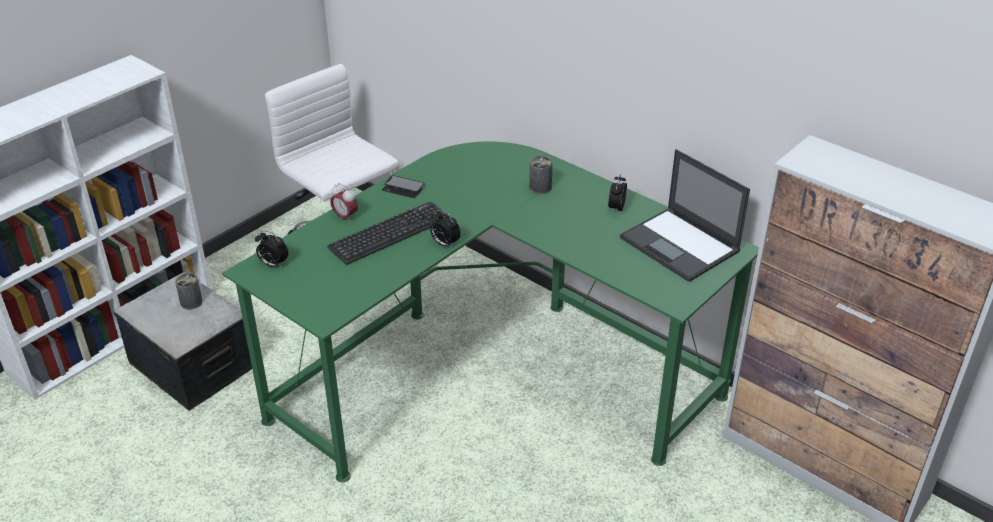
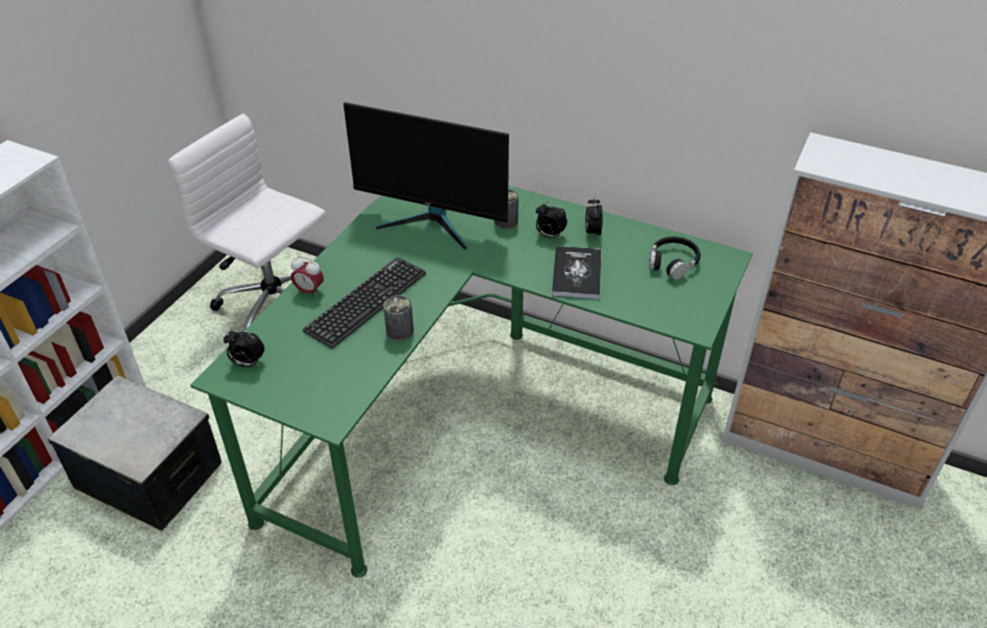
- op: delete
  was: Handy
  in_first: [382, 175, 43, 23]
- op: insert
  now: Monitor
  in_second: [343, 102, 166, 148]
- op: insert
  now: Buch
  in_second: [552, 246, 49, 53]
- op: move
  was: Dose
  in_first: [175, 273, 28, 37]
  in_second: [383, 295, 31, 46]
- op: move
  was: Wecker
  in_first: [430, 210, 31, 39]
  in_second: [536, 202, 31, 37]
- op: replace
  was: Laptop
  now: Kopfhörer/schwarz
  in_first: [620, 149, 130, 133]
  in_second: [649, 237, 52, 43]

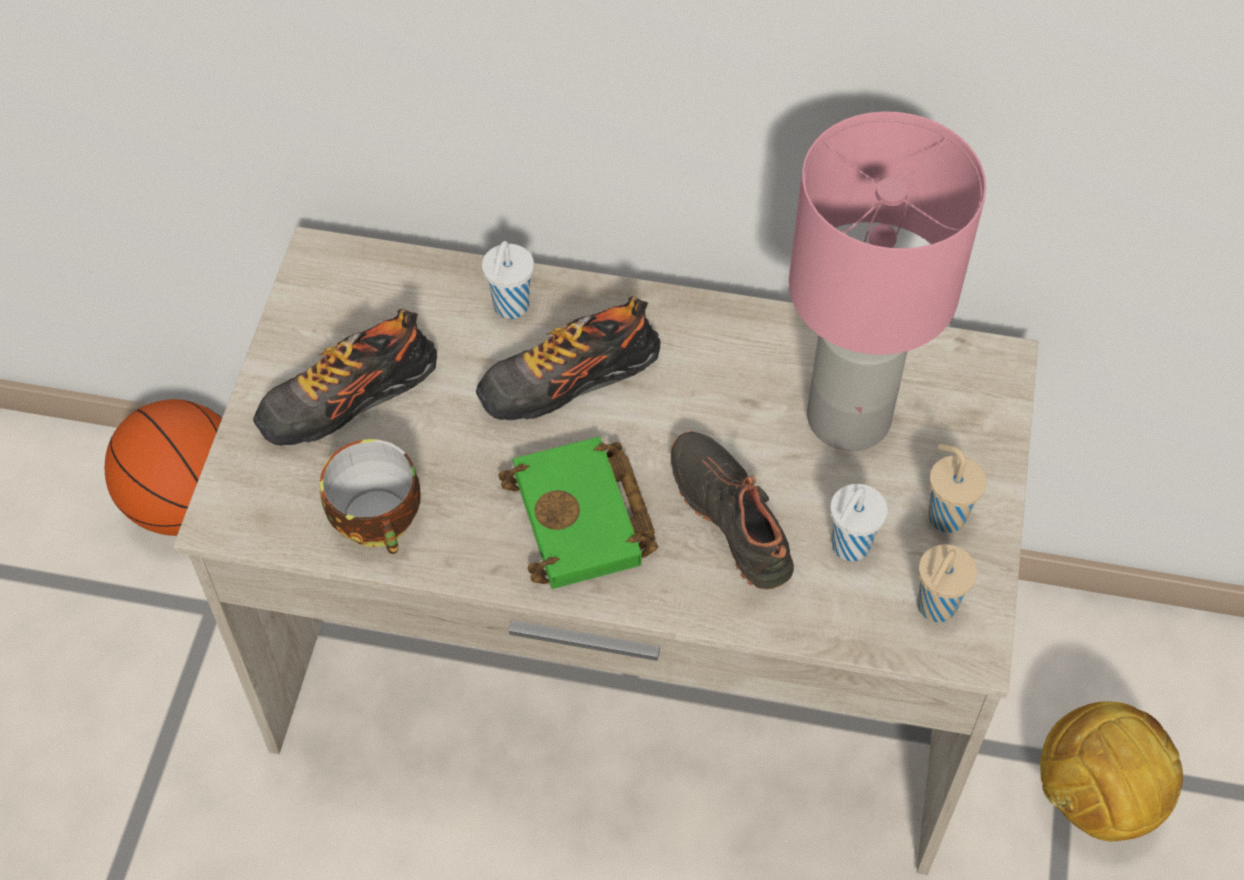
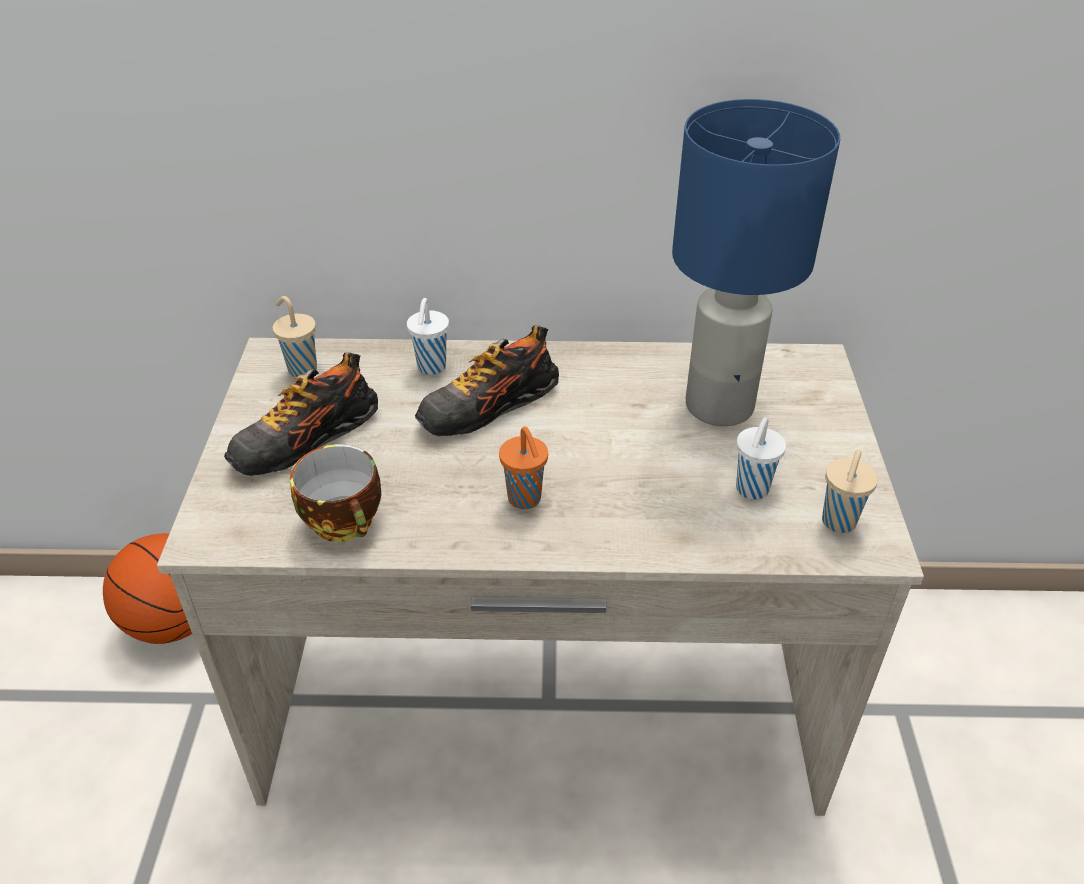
- op: delete
  was: Schuh/schwarz
  in_first: [671, 431, 123, 158]
- op: delete
  was: Fußball
  in_first: [1040, 701, 143, 140]
- op: move
  was: Tasse/beige
  in_first: [928, 444, 58, 89]
  in_second: [273, 296, 44, 82]
- op: replace
  was: Buch/grün
  now: Tasse/orange
  in_first: [498, 437, 160, 152]
  in_second: [499, 427, 49, 82]
- op: recolor
  was: Tischlampe/rosa
  now: Tischlampe/blau
  in_first: [789, 111, 197, 340]
  in_second: [672, 99, 168, 327]

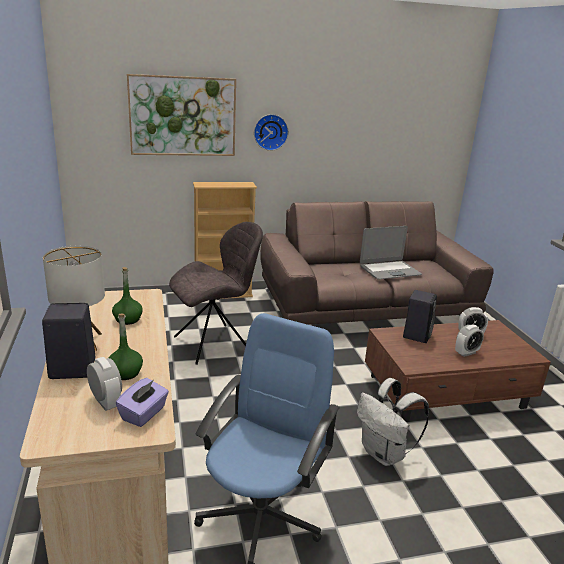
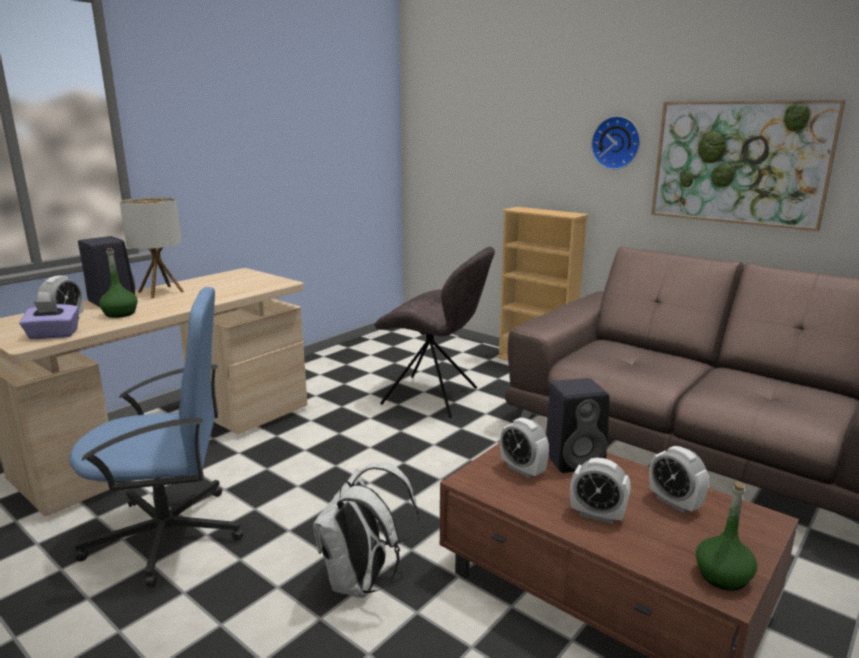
- op: delete
  was: Laptop
  in_first: [360, 226, 62, 54]
- op: insert
  now: Wecker
  in_second: [500, 418, 49, 61]
- op: move
  was: Flasche/grün
  in_first: [112, 267, 31, 58]
  in_second: [696, 482, 61, 109]
- op: move
  was: Bild
  in_first: [127, 74, 109, 82]
  in_second: [651, 100, 195, 131]

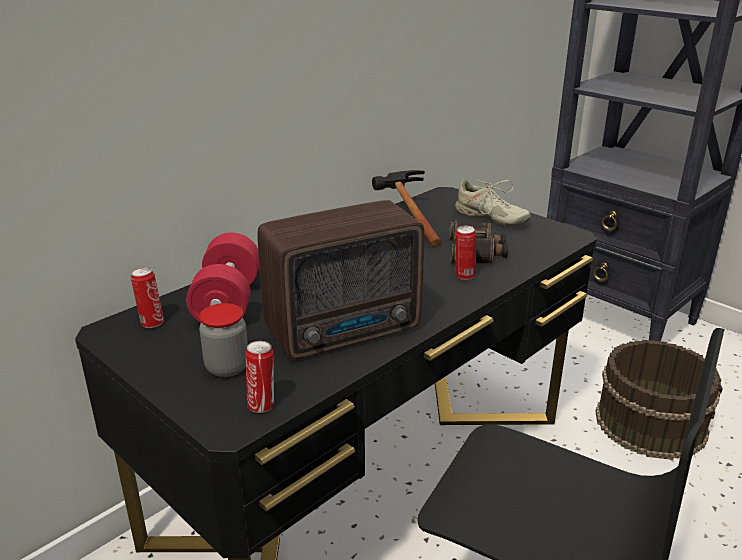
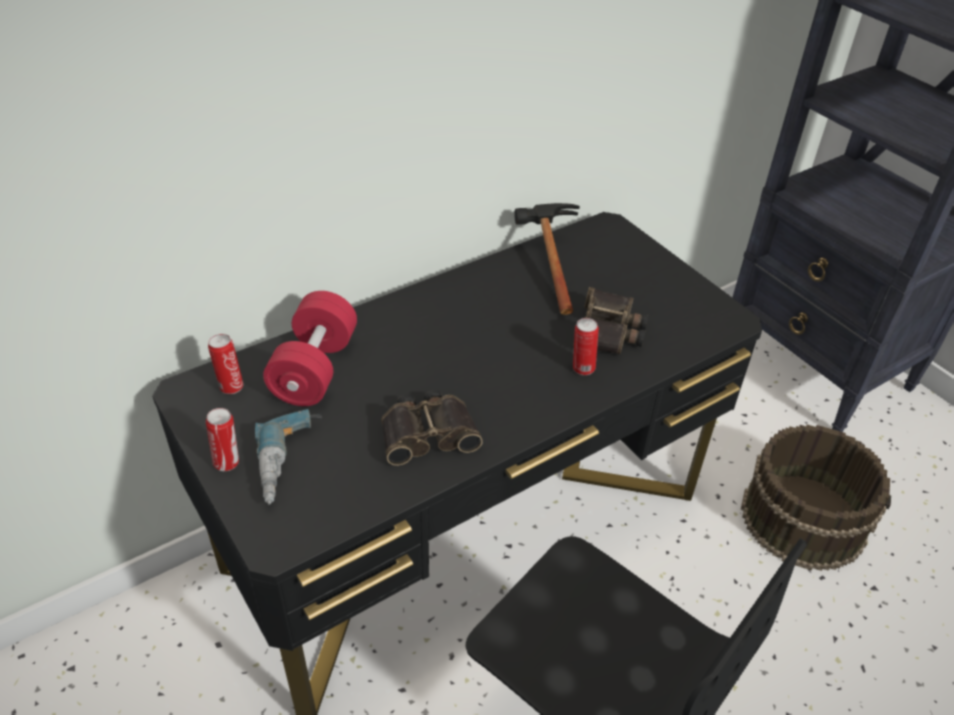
- op: delete
  was: Schuh/beige
  in_first: [455, 179, 76, 47]
- op: move
  was: Dose
  in_first: [245, 341, 29, 72]
  in_second: [206, 408, 33, 63]
- op: replace
  was: Vorratsglas
  now: Bohrmaschine
  in_first: [199, 303, 49, 74]
  in_second: [255, 409, 67, 96]
- op: replace
  was: Radio
  now: Fernglas
  in_first: [257, 200, 167, 159]
  in_second: [381, 390, 102, 76]

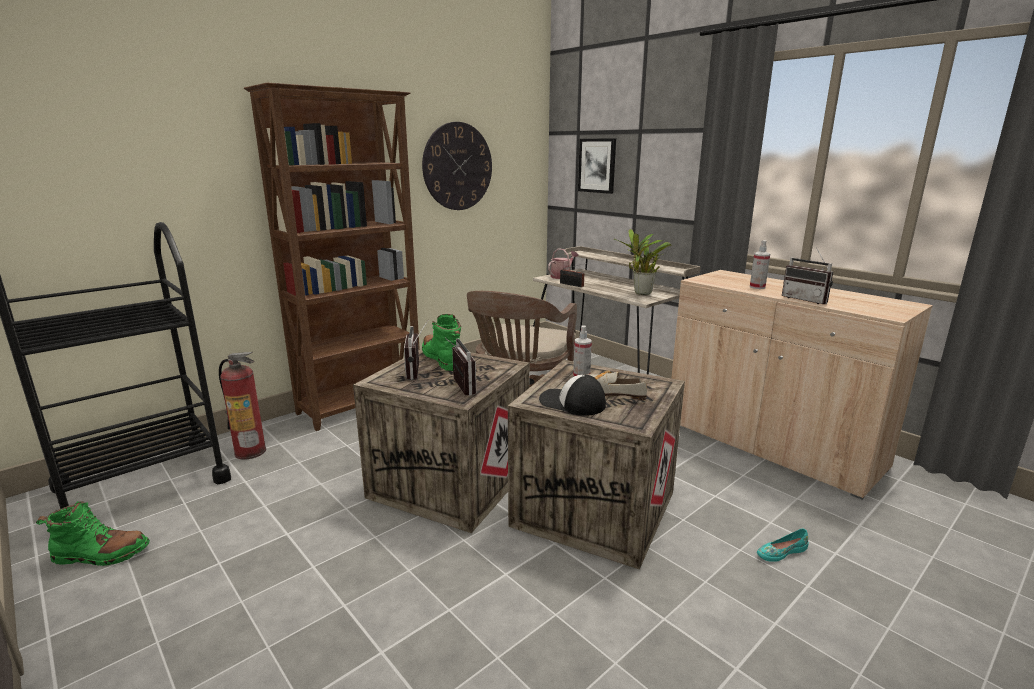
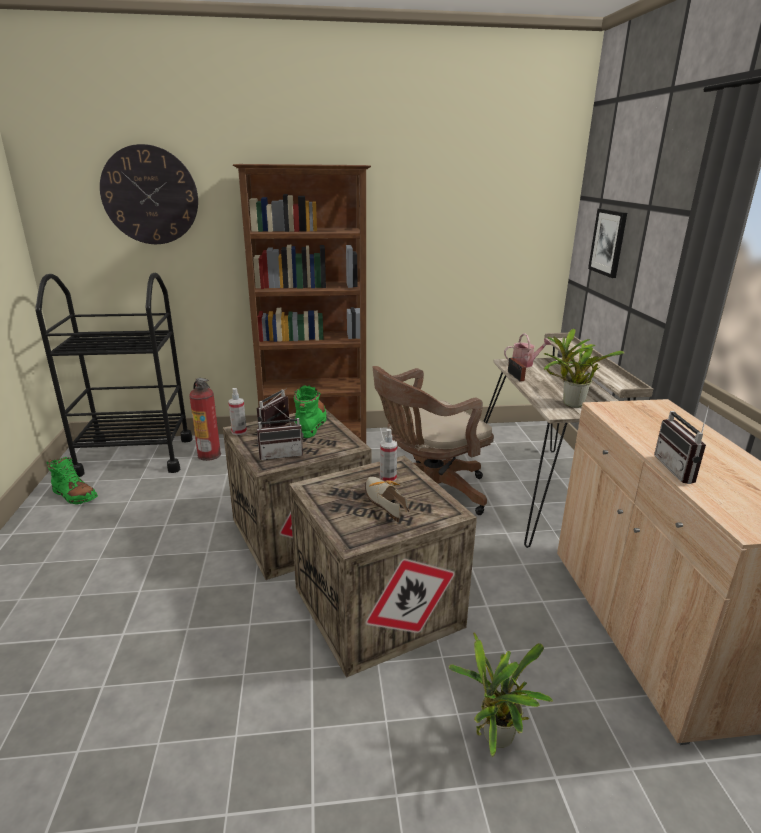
- op: delete
  was: Kappe
  in_first: [539, 375, 67, 41]
- op: move
  was: Wanduhr
  in_first: [422, 122, 70, 88]
  in_second: [100, 144, 98, 100]
- op: move
  was: Sprühflasche
  in_first: [750, 240, 20, 49]
  in_second: [228, 388, 19, 47]
- op: replace
  was: Schuh/türkis
  now: Topfpflanze
  in_first: [757, 529, 52, 33]
  in_second: [449, 633, 104, 124]
- op: rotate
  was: Radio
  in_first: [446, 338, 30, 58]
  in_second: [257, 404, 47, 56]
  clockwise: 60

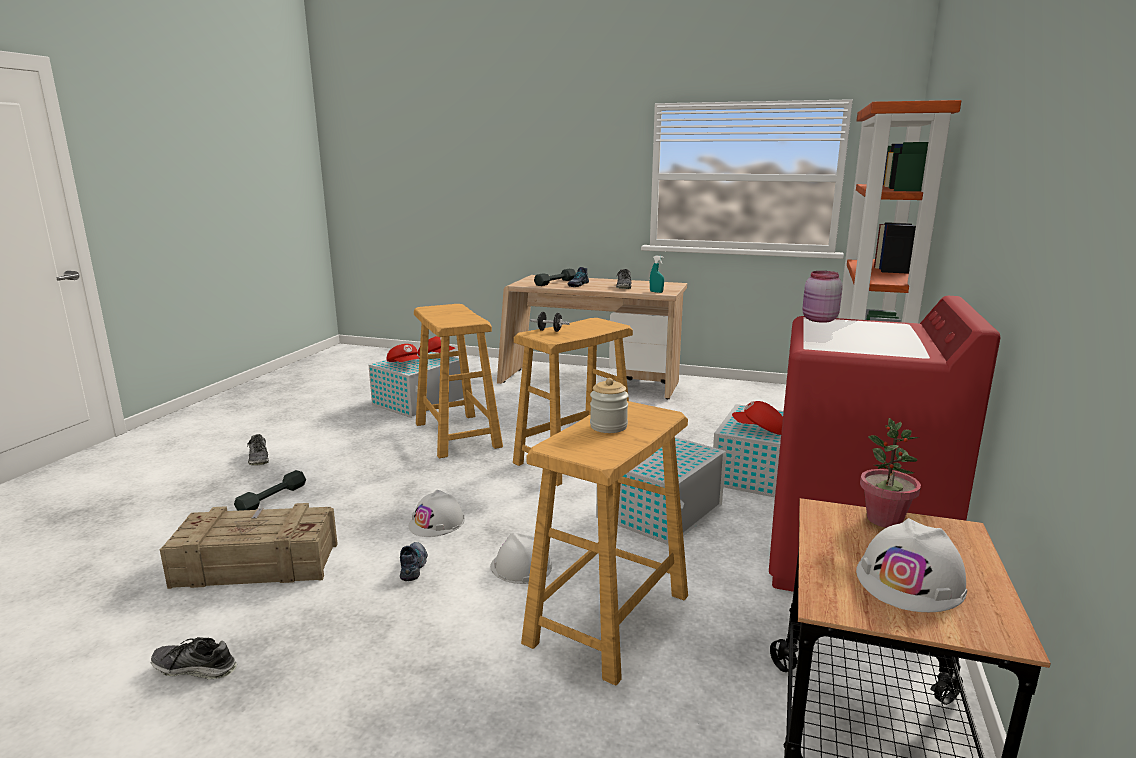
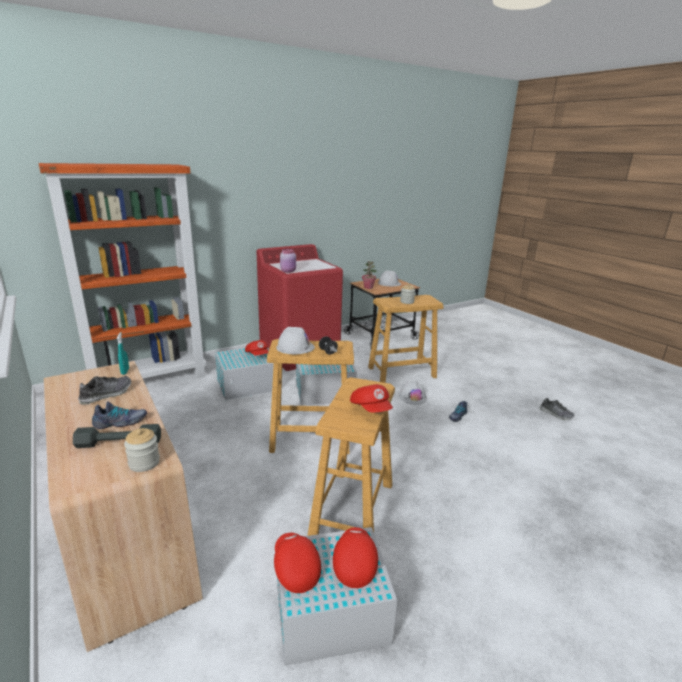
- op: delete
  was: Kiste
  in_first: [160, 503, 178, 86]
- op: delete
  was: Hantel/grau
  in_first: [234, 470, 72, 41]
- op: delete
  was: Schuh
  in_first: [247, 434, 22, 32]
- op: insert
  now: Vorratsglas
  in_second: [124, 428, 36, 44]
- op: insert
  now: Kappe/rot
  in_second: [350, 384, 43, 29]
- op: move
  was: Schutzhelm/weiß
  in_first: [409, 490, 56, 47]
  in_second: [276, 327, 39, 27]

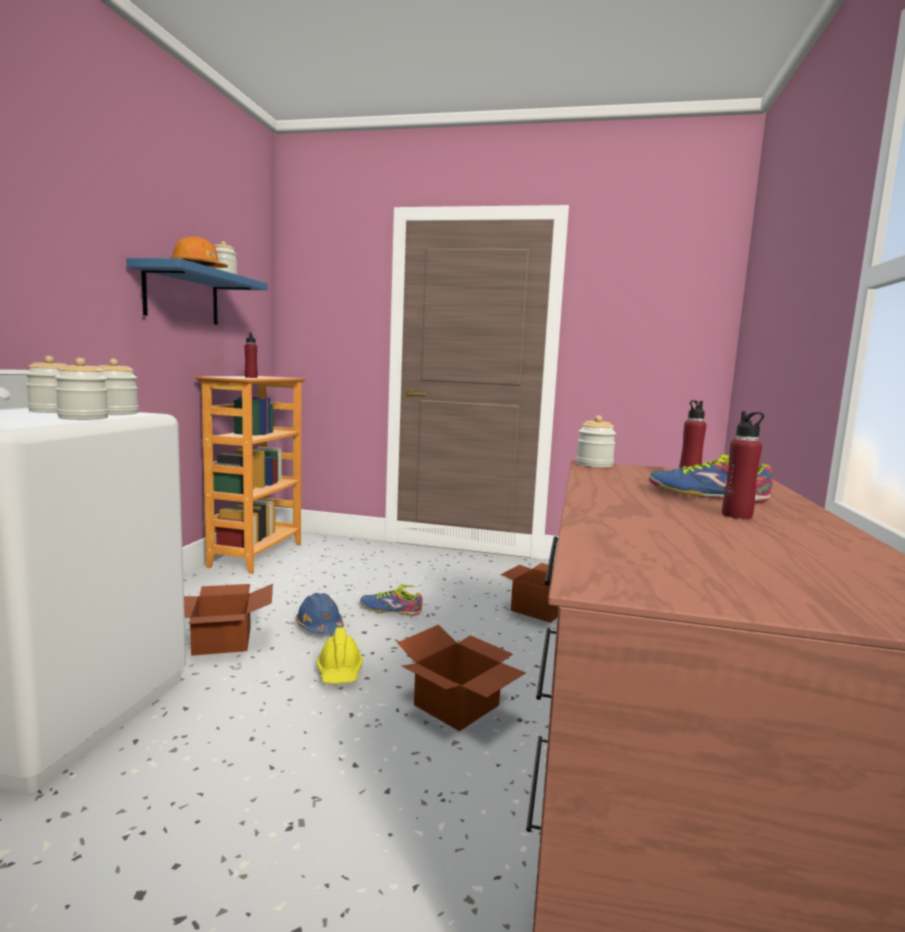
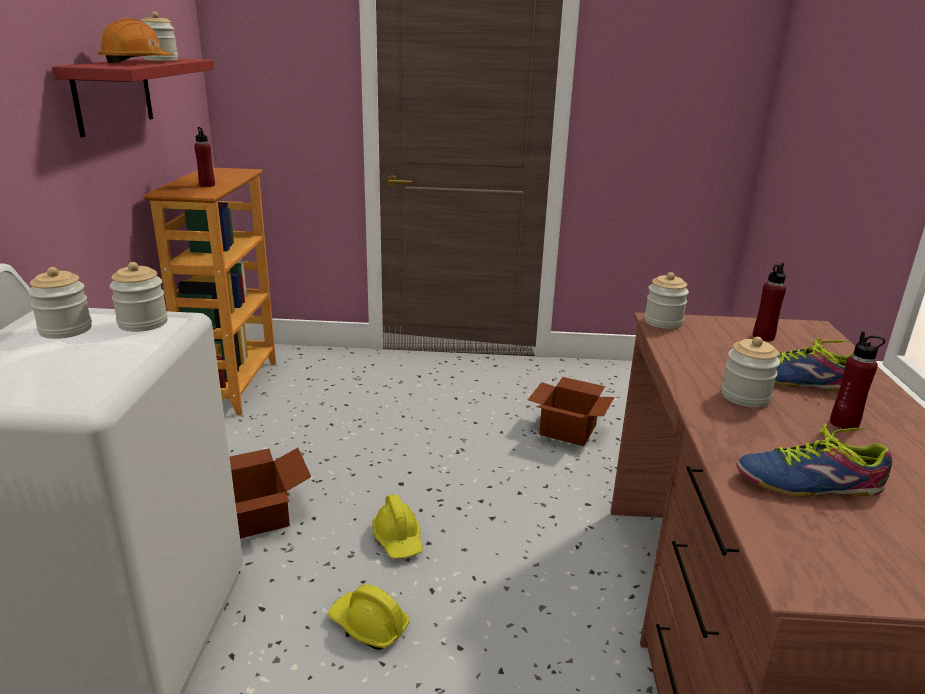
- op: delete
  was: Schutzhelm/blau
  in_first: [296, 593, 48, 41]
- op: delete
  was: Karton
  in_first: [397, 625, 129, 106]
- op: insert
  now: Schutzhelm/gelb
  in_second: [328, 584, 82, 66]
- op: move
  was: Vorratsglas
  in_first: [55, 358, 54, 62]
  in_second: [721, 337, 59, 70]
- op: move
  was: Schuh
  in_first: [360, 584, 63, 32]
  in_second: [737, 424, 155, 73]
- op: recolor
  was: Wandregal/blau
  now: Wandregal/rot
  in_first: [126, 258, 142, 67]
  in_second: [52, 59, 162, 78]

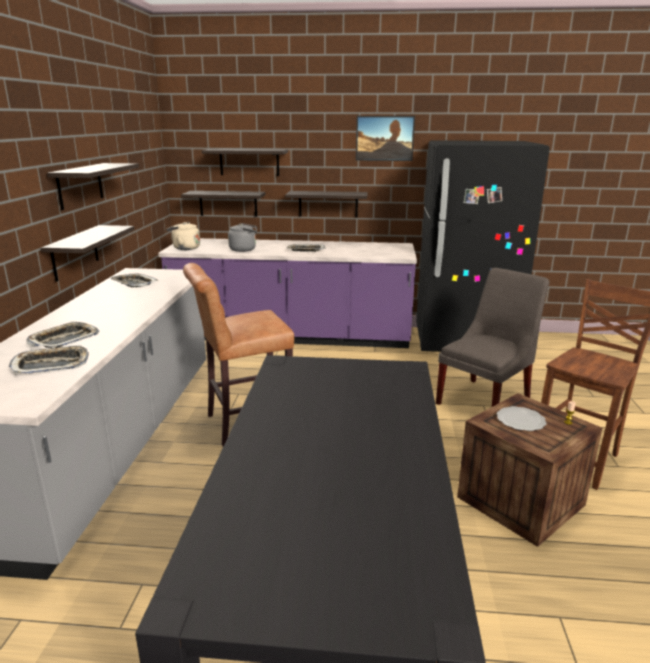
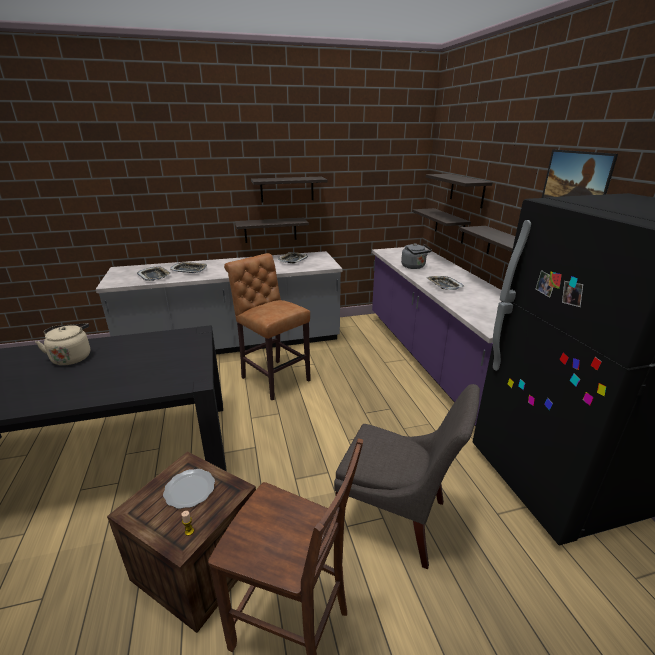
- op: move
  was: Wasserkessel/beige
  in_first: [166, 222, 34, 28]
  in_second: [36, 323, 54, 42]

